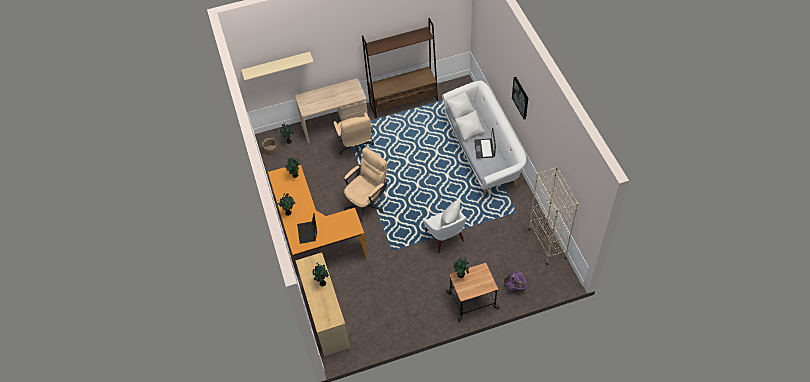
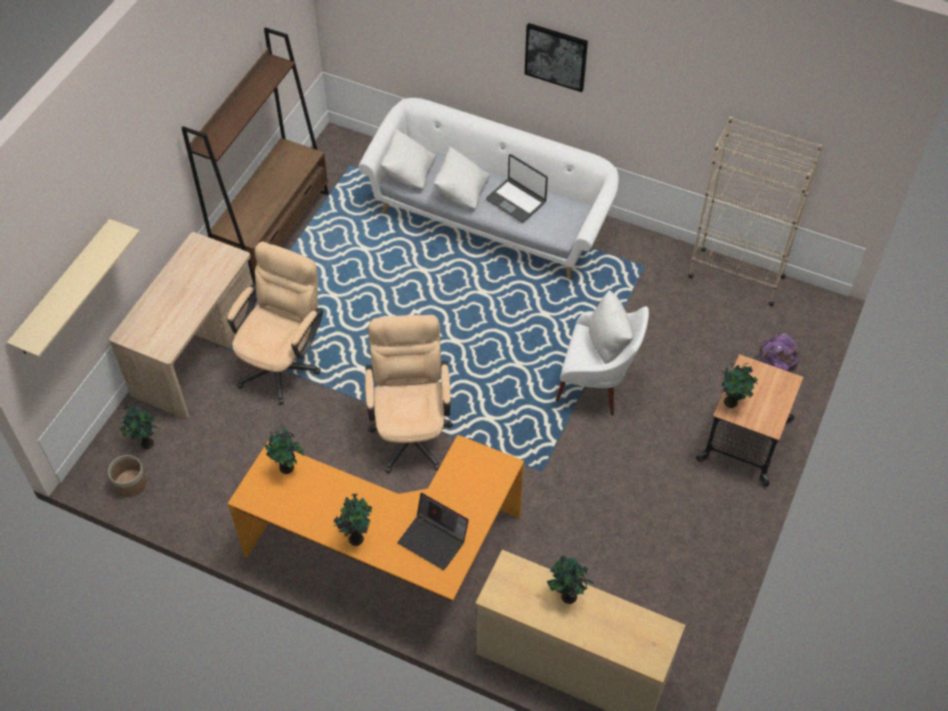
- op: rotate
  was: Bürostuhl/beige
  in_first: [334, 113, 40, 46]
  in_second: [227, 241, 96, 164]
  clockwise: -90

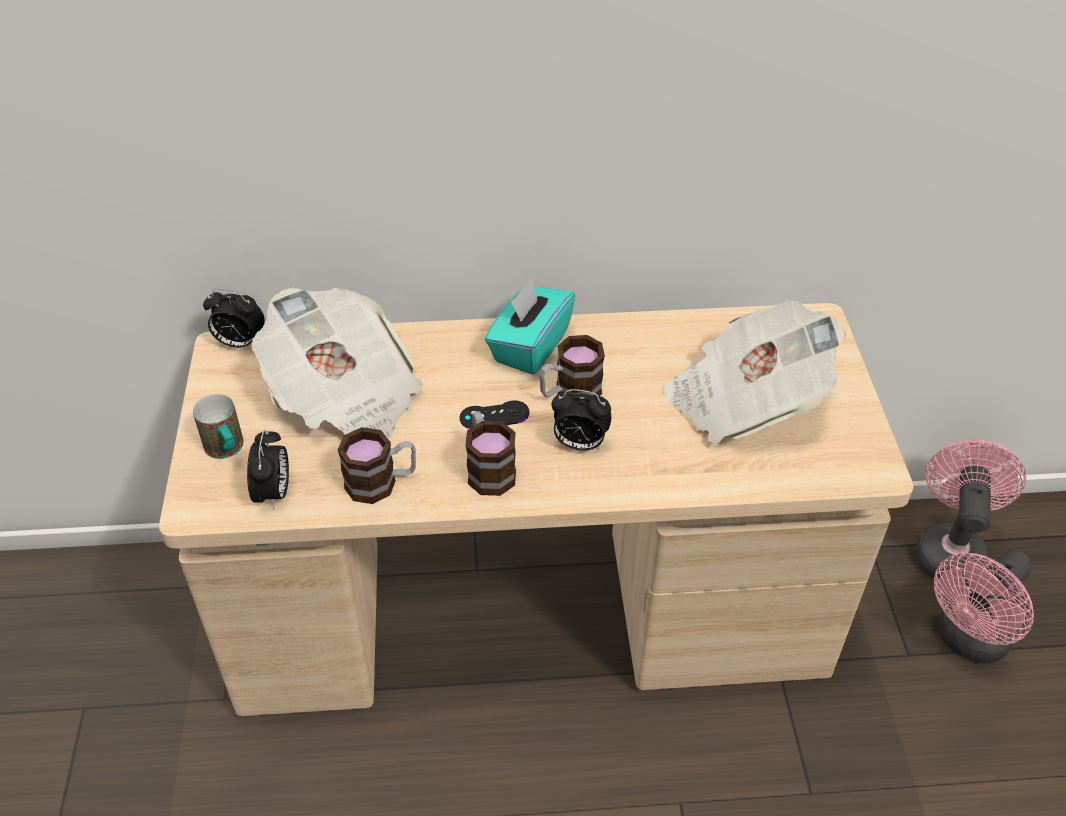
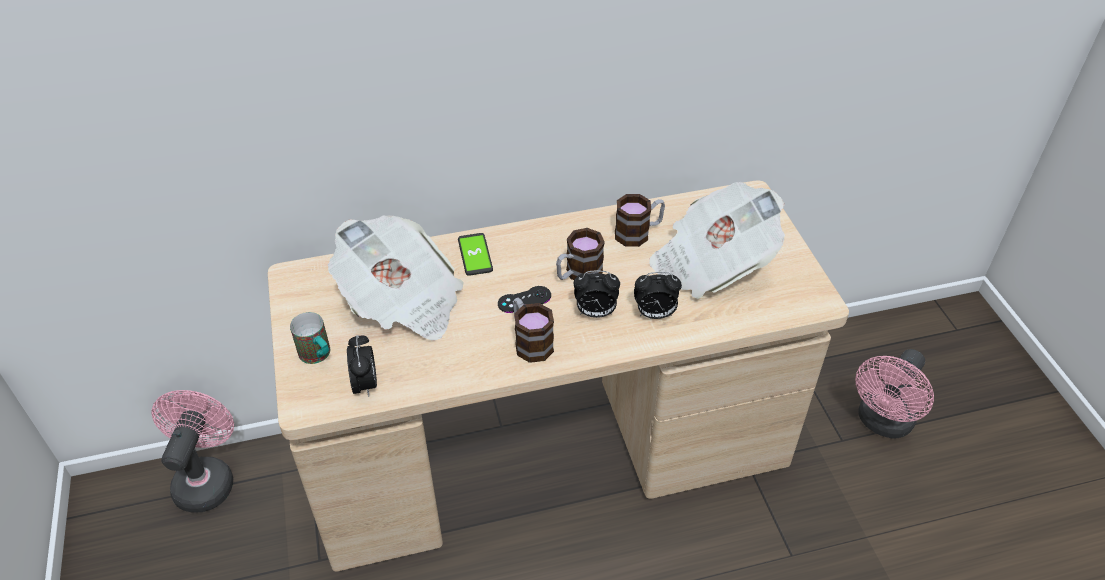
- op: delete
  was: Taschentuchbox/türkis
  in_first: [485, 279, 90, 96]
- op: insert
  now: Handy
  in_second: [458, 233, 35, 43]
- op: move
  was: Wecker
  in_first: [203, 289, 62, 59]
  in_second: [634, 272, 48, 47]
- op: move
  was: Henkelbecher
  in_first: [338, 427, 78, 77]
  in_second: [615, 194, 50, 53]
- op: move
  was: Ventilator/rosa
  in_first: [915, 440, 111, 145]
  in_second: [152, 390, 82, 123]

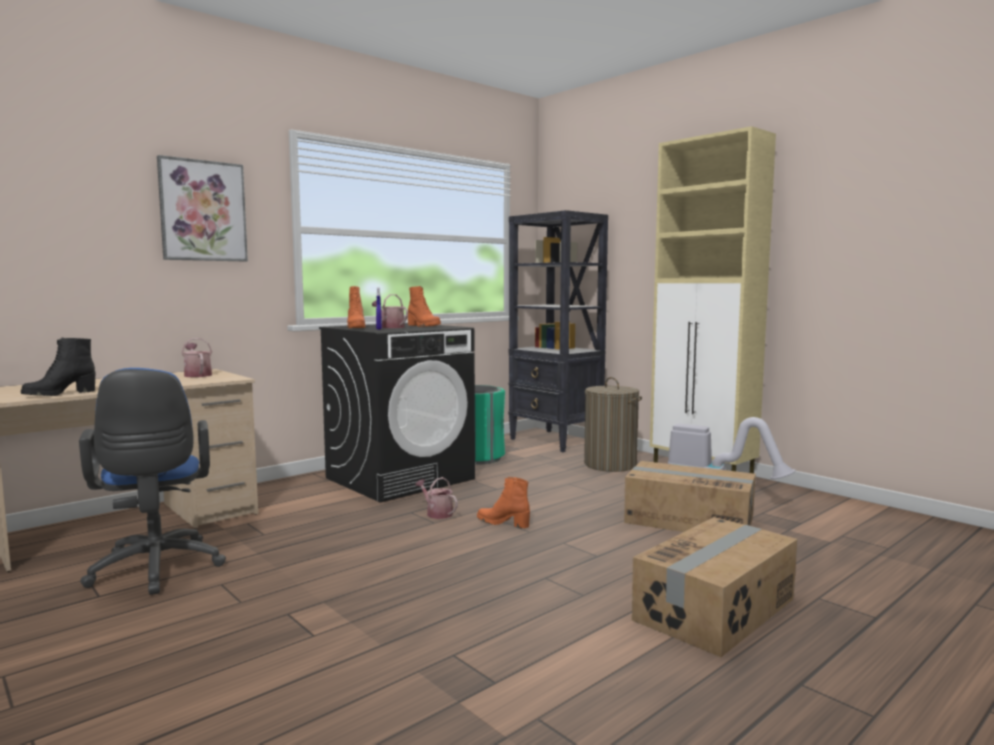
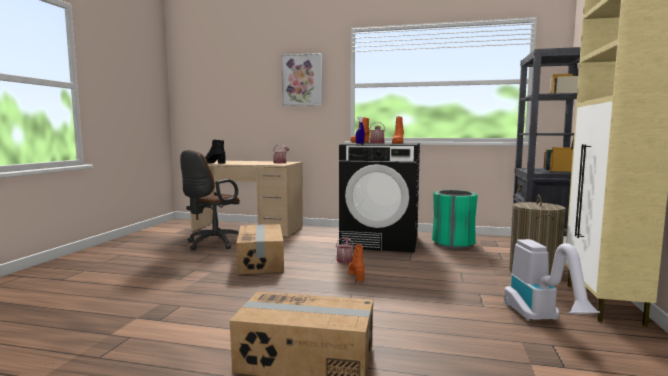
- op: move
  was: Karton
  in_first: [624, 461, 132, 71]
  in_second: [236, 224, 48, 51]
- op: recolor
  was: Bürostuhl/blau
  now: Bürostuhl/braun
  in_first: [79, 368, 147, 227]
  in_second: [180, 150, 60, 100]

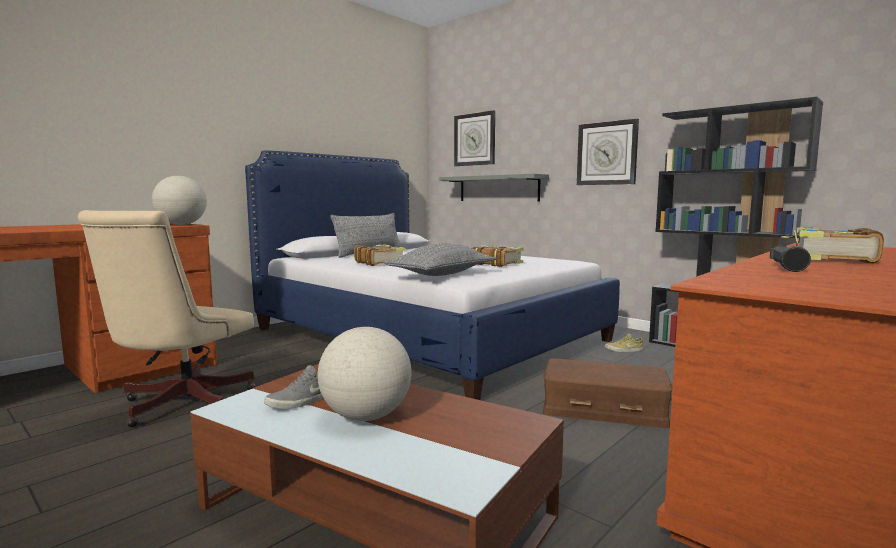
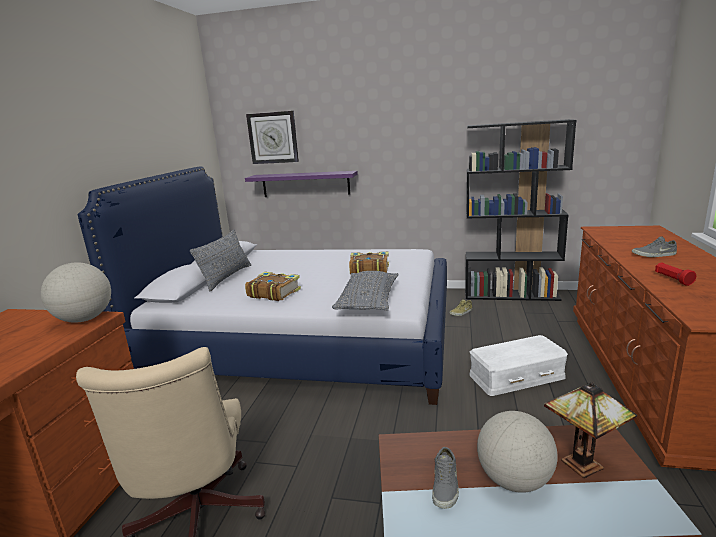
- op: delete
  was: Wanduhr
  in_first: [577, 119, 62, 66]
- op: insert
  now: Tischlampe
  in_second: [544, 382, 93, 96]
- op: replace
  was: Buch
  now: Schuh/grau
  in_first: [781, 227, 103, 36]
  in_second: [632, 236, 45, 21]
- op: recolor
  was: Wandregal/grau
  now: Wandregal/lila
  in_first: [439, 174, 110, 28]
  in_second: [245, 171, 113, 26]
- op: recolor
  was: Aufbewahrungsbox/braun
  now: Aufbewahrungsbox/weiß
  in_first: [543, 358, 130, 70]
  in_second: [469, 335, 99, 61]
- op: recolor
  was: Taschenlampe/schwarz
  now: Taschenlampe/rot
  in_first: [770, 245, 41, 27]
  in_second: [655, 263, 41, 23]

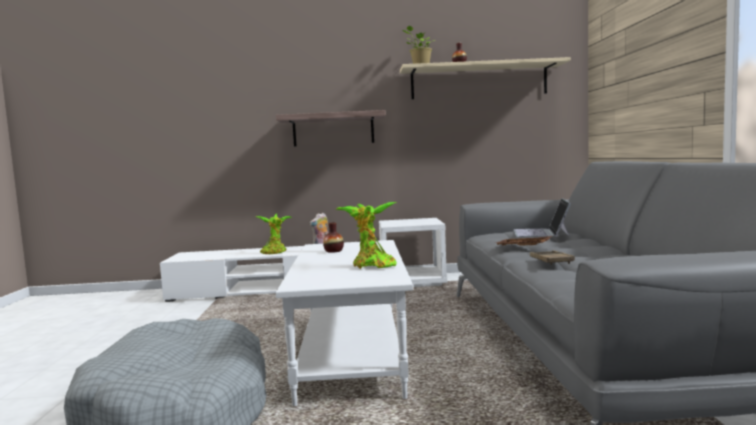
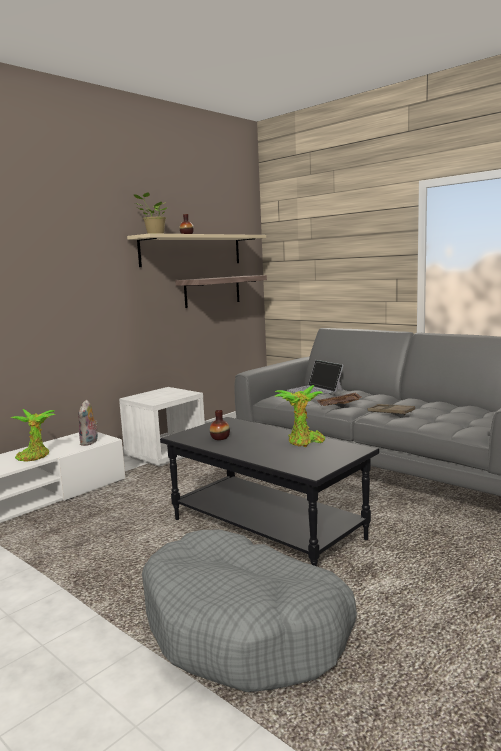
- op: move
  was: Wandregal
  in_first: [276, 110, 110, 36]
  in_second: [175, 275, 92, 33]
- op: recolor
  was: Couchtisch/weiß
  now: Couchtisch/schwarz
  in_first: [276, 240, 137, 166]
  in_second: [160, 417, 219, 149]

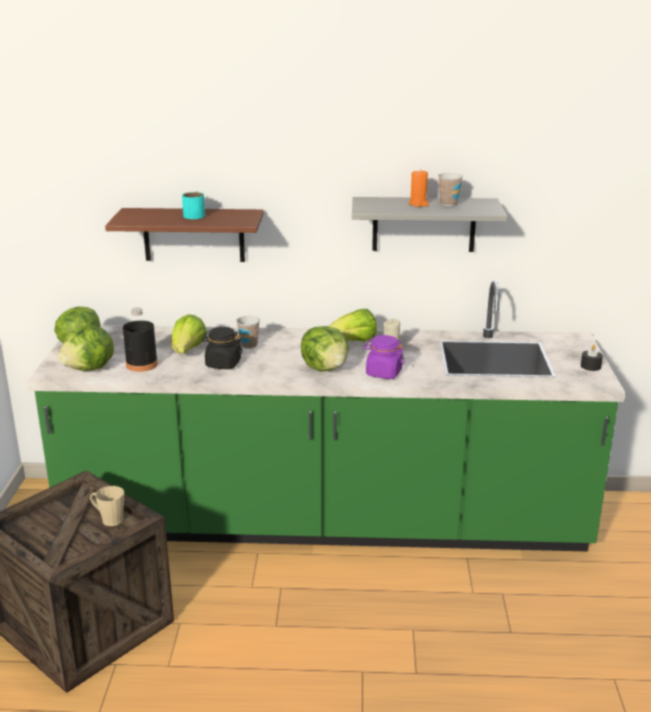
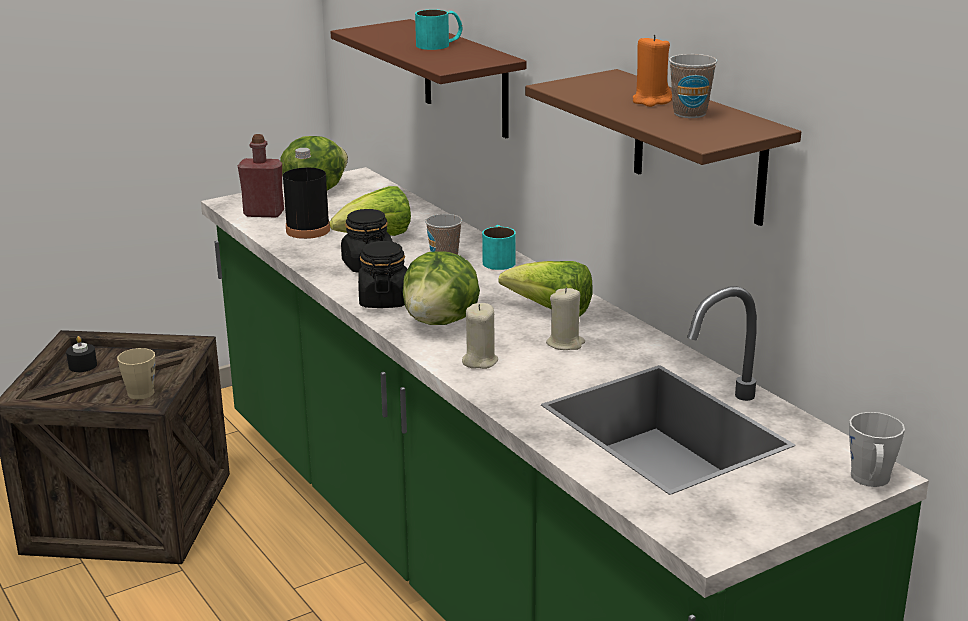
- op: insert
  now: Vorratsglas/schwarz
  in_second: [358, 241, 50, 67]
- op: insert
  now: Henkelbecher/türkis
  in_second: [482, 225, 34, 45]
- op: insert
  now: Henkelbecher/grau
  in_second: [849, 412, 56, 75]
- op: move
  was: Kerze/schwarz
  in_first: [581, 345, 22, 26]
  in_second: [66, 336, 31, 36]
- op: replace
  was: Salatkopf
  now: Flasche/rot
  in_first: [58, 325, 56, 46]
  in_second: [238, 134, 46, 83]
- op: replace
  was: Vorratsglas/lila
  now: Kerze/beige
  in_first: [364, 335, 41, 44]
  in_second: [462, 303, 36, 66]
- op: recolor
  was: Wandregal/grau
  now: Wandregal/braun
  in_first: [352, 197, 156, 55]
  in_second: [525, 69, 276, 157]

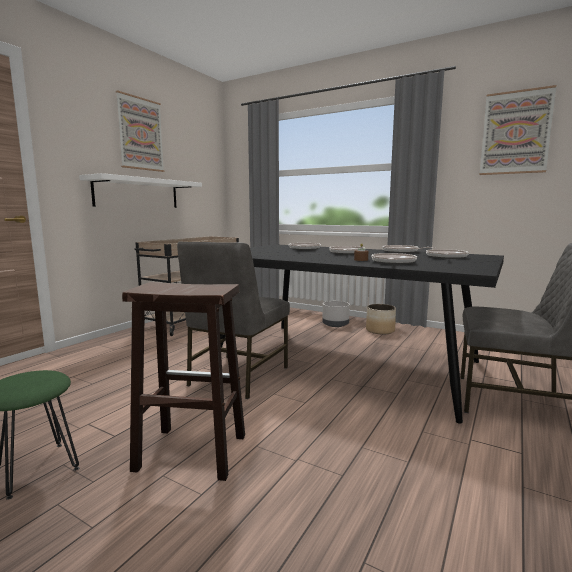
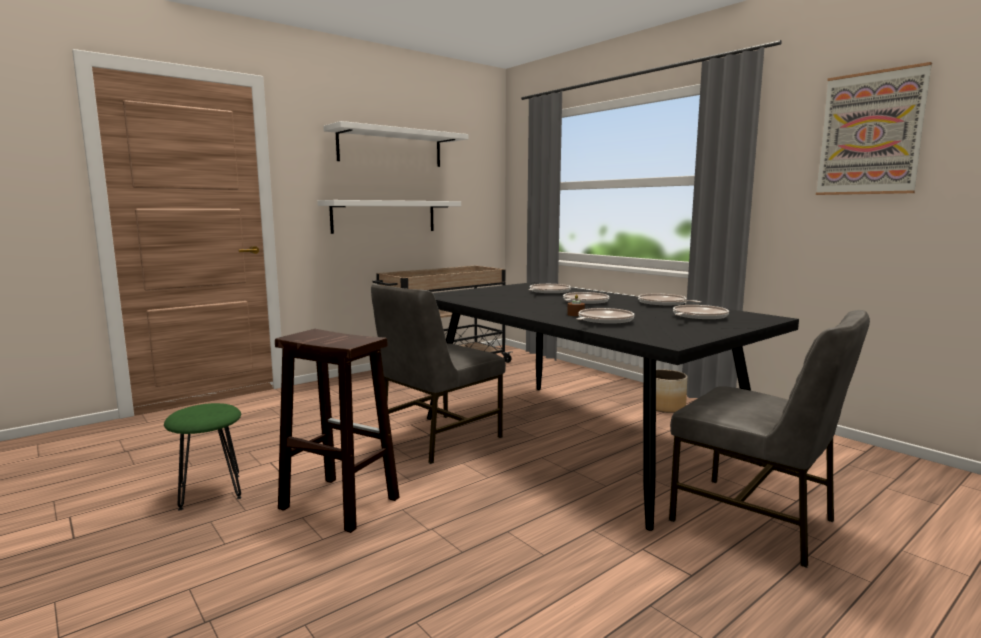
- op: delete
  was: Pflanzkübel/grau
  in_first: [322, 301, 28, 26]
- op: replace
  was: Bild
  now: Wandregal/weiß
  in_first: [116, 90, 49, 82]
  in_second: [323, 121, 145, 46]

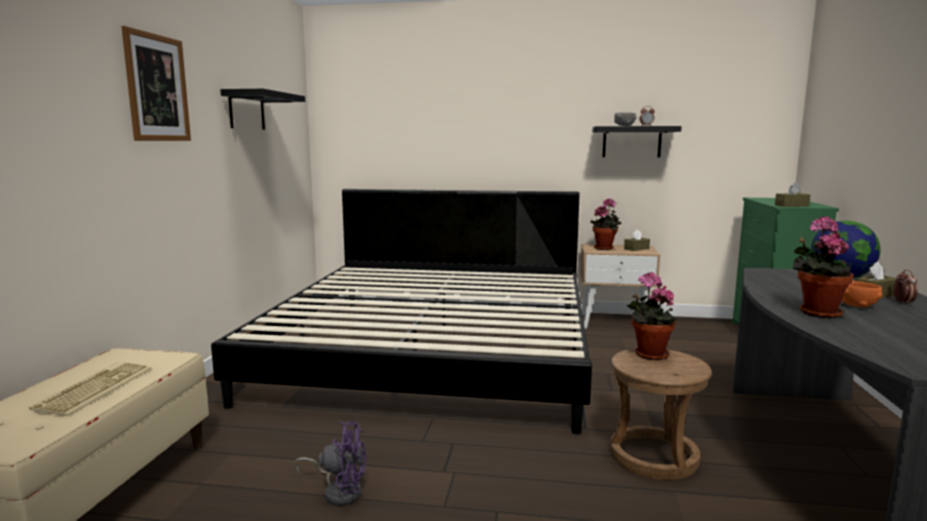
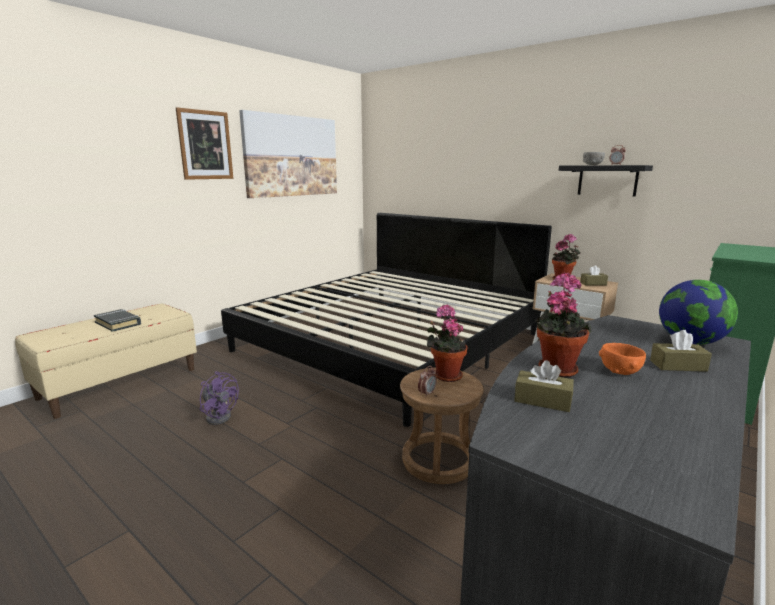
- op: move
  was: Taschentuchbox/braun
  in_first: [775, 183, 35, 24]
  in_second: [514, 360, 60, 52]
- op: move
  was: Wecker
  in_first: [893, 270, 25, 35]
  in_second: [418, 366, 19, 31]
- op: replace
  was: Tastatur
  now: Buch/schwarz
  in_first: [29, 362, 123, 54]
  in_second: [94, 309, 47, 23]
- op: replace
  was: Wandregal/schwarz
  now: Bild
  in_first: [220, 89, 85, 41]
  in_second: [239, 110, 98, 88]

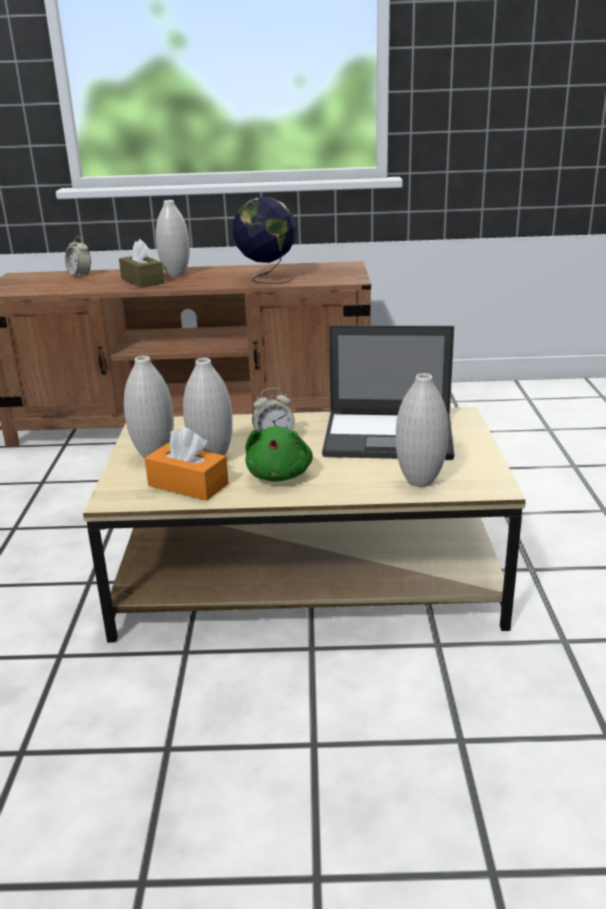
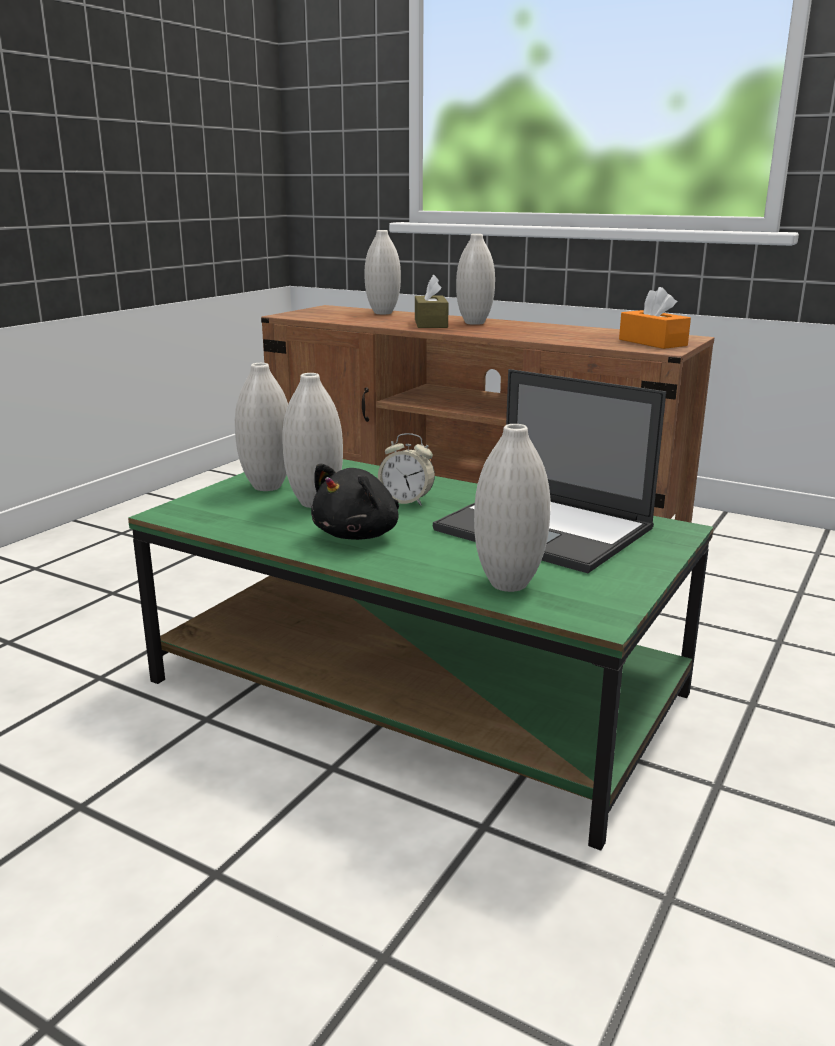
- op: delete
  was: Globus
  in_first: [233, 197, 63, 87]
- op: move
  was: Taschentuchbox/orange
  in_first: [145, 427, 84, 74]
  in_second: [619, 287, 72, 62]
- op: replace
  was: Wecker
  now: Vase/weiß
  in_first: [65, 236, 26, 42]
  in_second: [365, 230, 36, 84]
- op: recolor
  was: Couchtisch/beige
  now: Couchtisch/grün
  in_first: [83, 407, 443, 236]
  in_second: [128, 459, 586, 392]
- op: recolor
  was: Plüschtier/grün
  now: Plüschtier/schwarz
  in_first: [245, 426, 68, 56]
  in_second: [311, 464, 88, 76]

